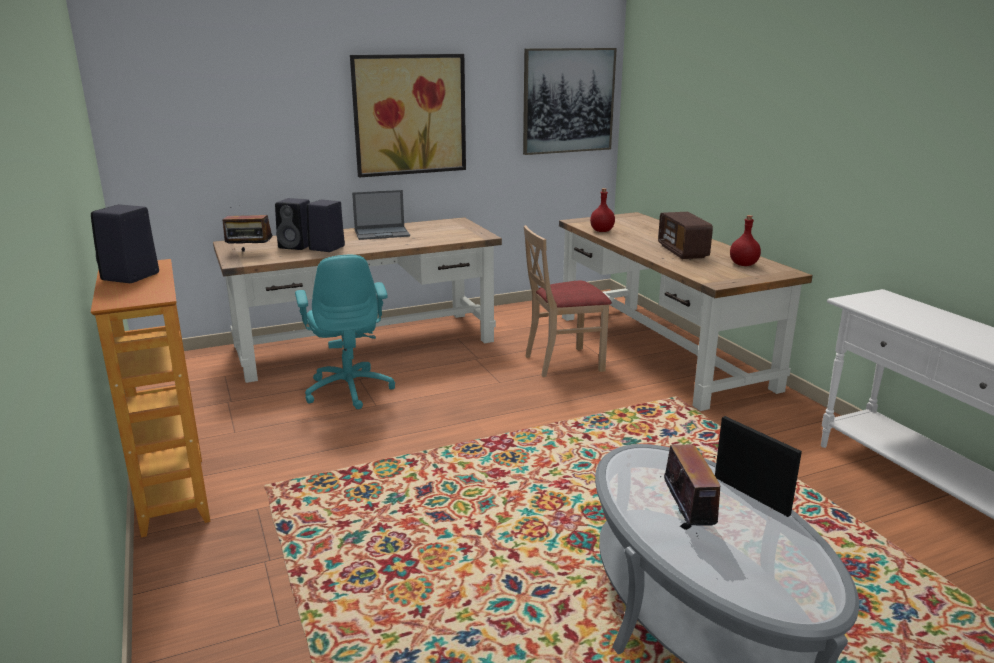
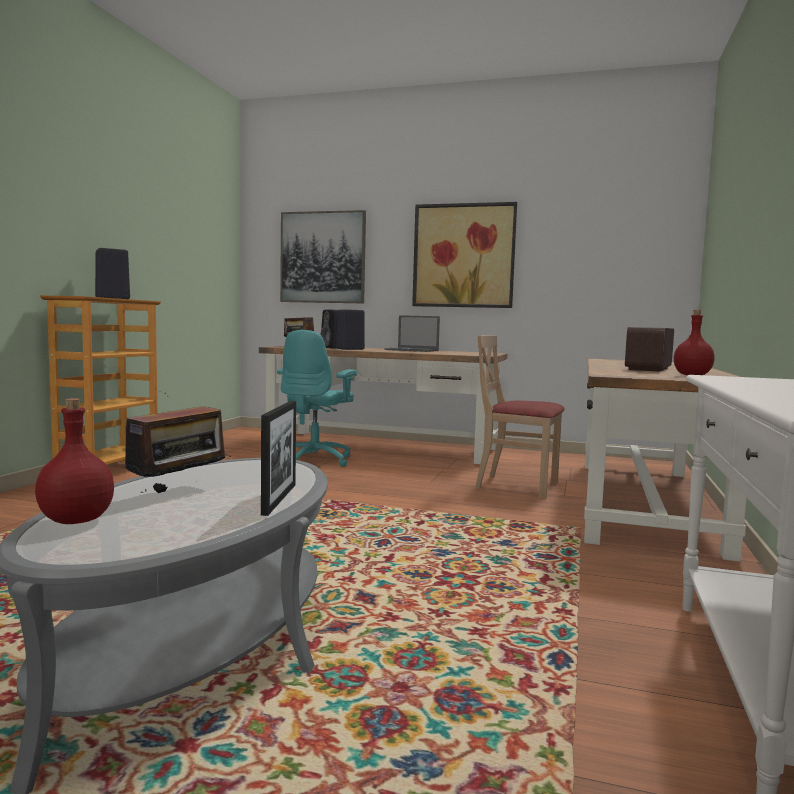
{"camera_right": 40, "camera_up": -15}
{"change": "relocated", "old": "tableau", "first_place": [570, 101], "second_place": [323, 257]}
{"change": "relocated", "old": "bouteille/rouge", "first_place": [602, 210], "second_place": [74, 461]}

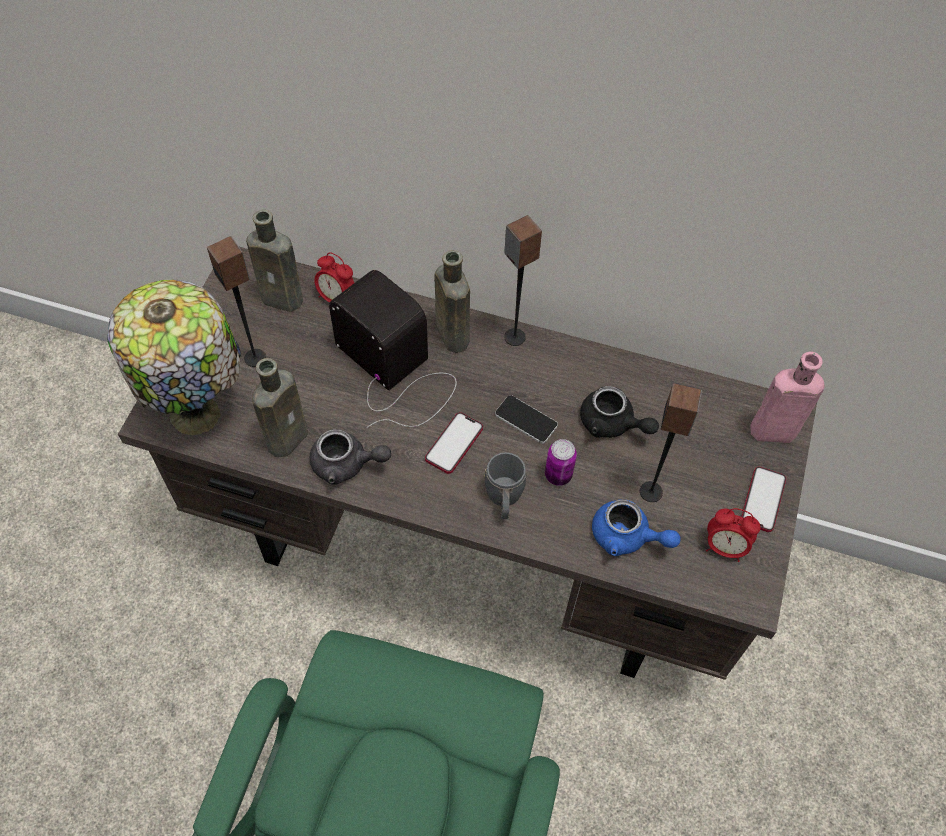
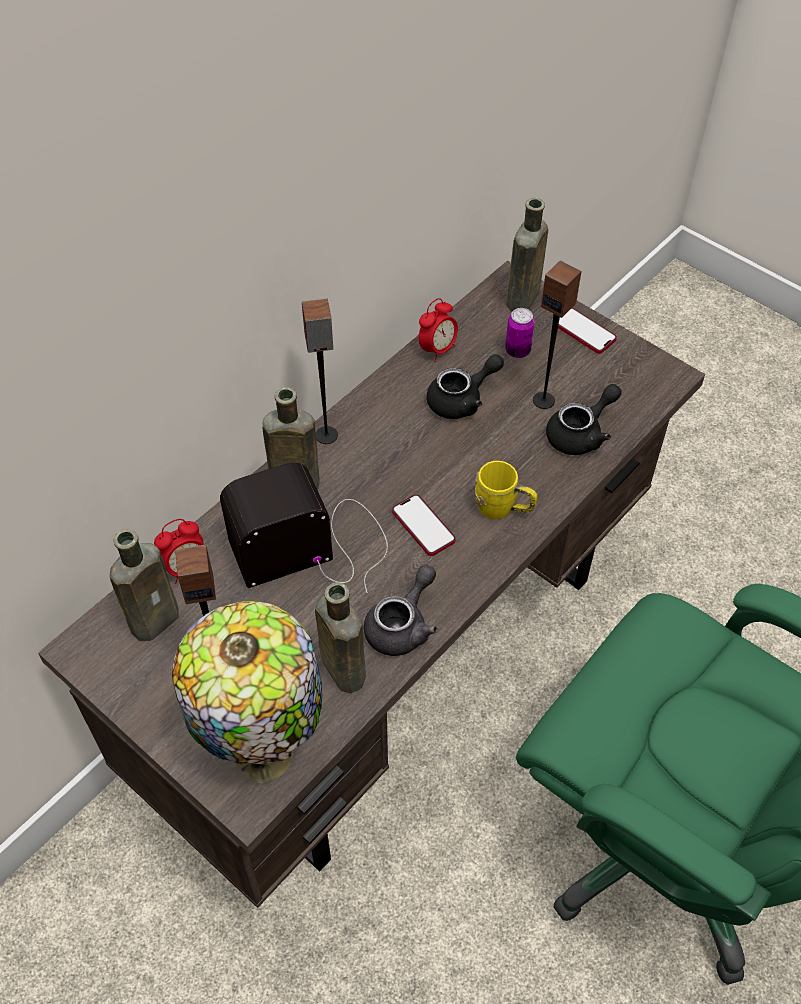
{"camera_right": -65, "camera_up": -5}
{"change": "missing", "old": "téléphone", "first_place": [526, 419]}
{"change": "relocated", "old": "boîte métallique", "first_place": [561, 462], "second_place": [520, 333]}
{"change": "relocated", "old": "réveil", "first_place": [733, 535], "second_place": [438, 330]}
{"change": "colour", "old": "mug/gris", "new": "mug/jaune", "first_place": [505, 485], "second_place": [506, 490]}
{"change": "colour", "old": "théière/bleu", "new": "théière/noir", "first_place": [636, 527], "second_place": [584, 419]}
{"change": "colour", "old": "bouteille/rose", "new": "bouteille/marron", "first_place": [787, 397], "second_place": [527, 254]}

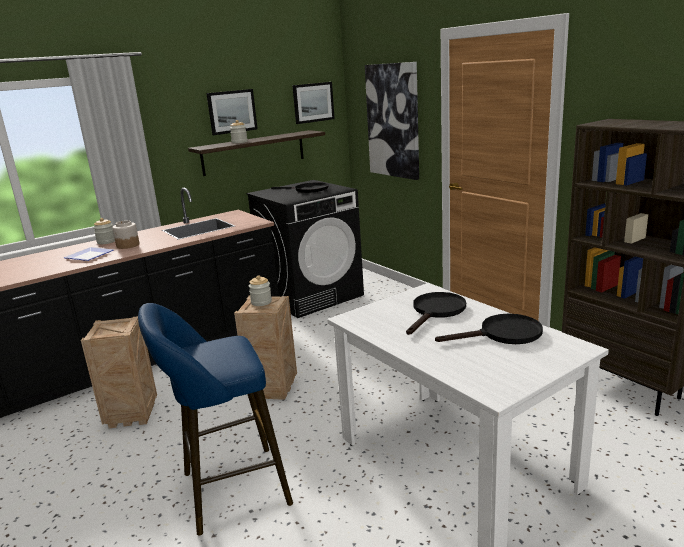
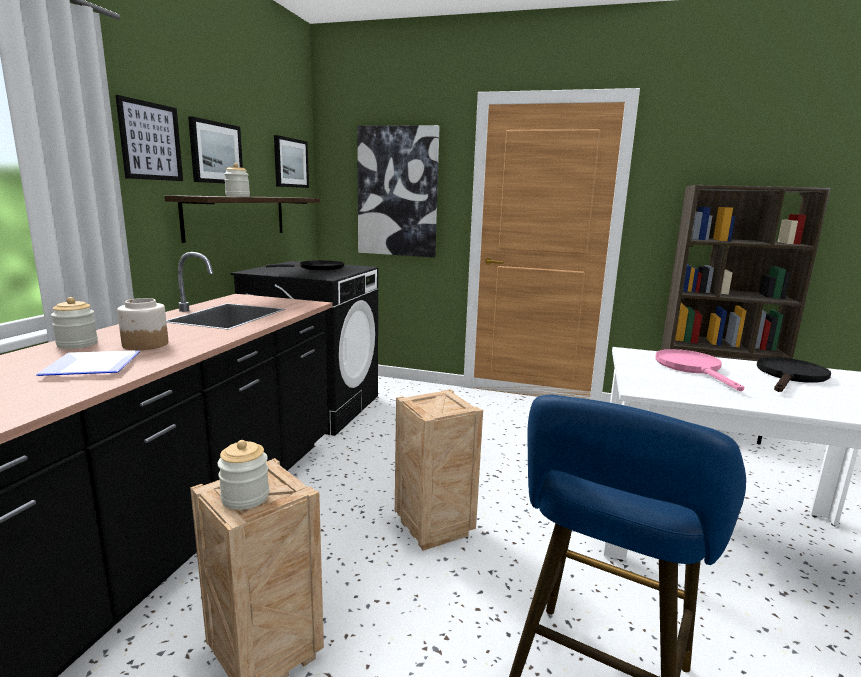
{"camera_right": -40, "camera_up": -5}
{"change": "appeared", "new": "tableau", "second_place": [149, 138]}
{"change": "relocated", "old": "bocal", "first_place": [260, 290], "second_place": [243, 475]}
{"change": "colour", "old": "poêle/noir", "new": "poêle/rose", "first_place": [436, 313], "second_place": [699, 370]}

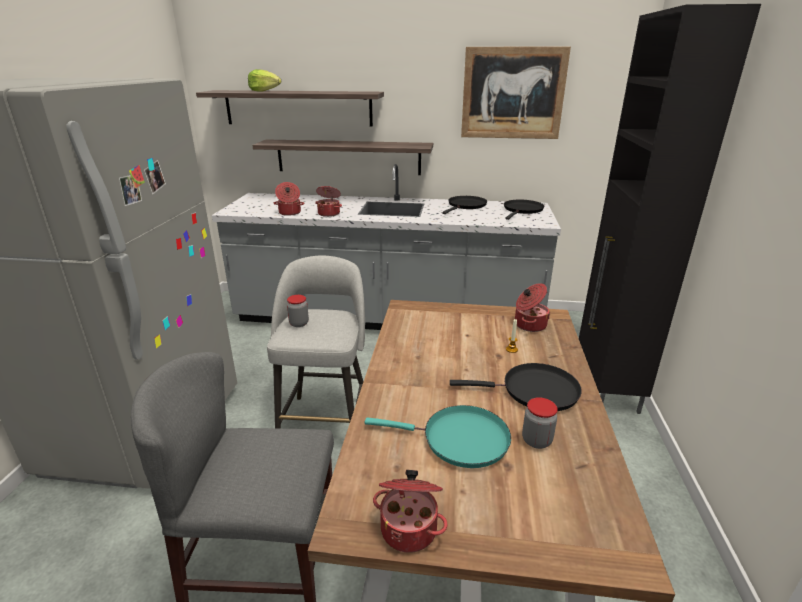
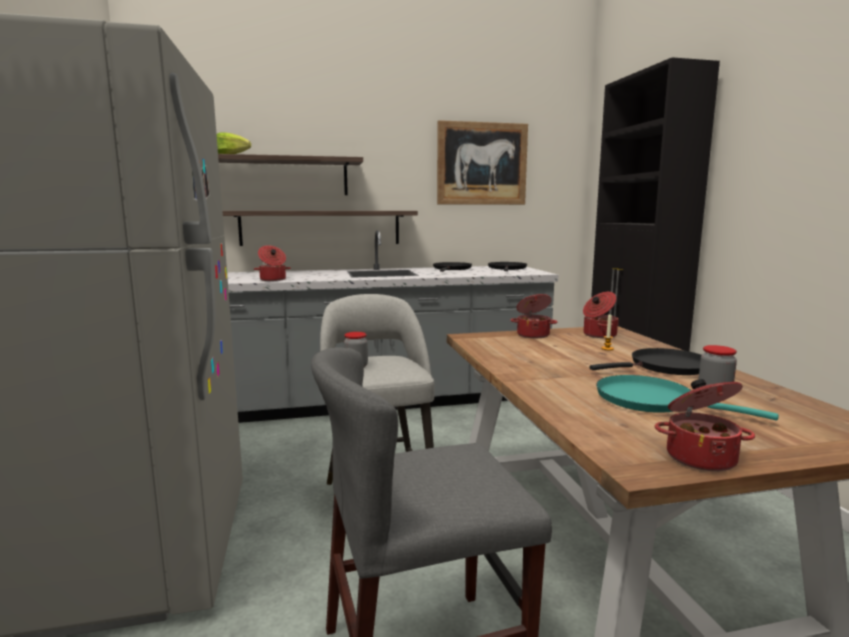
{"camera_right": -20, "camera_up": -15}
{"change": "relocated", "old": "marmite", "first_place": [328, 201], "second_place": [534, 316]}
{"change": "spun", "old": "poêle/turquoise", "first_place": [438, 436], "second_place": [687, 397], "degrees": -135}

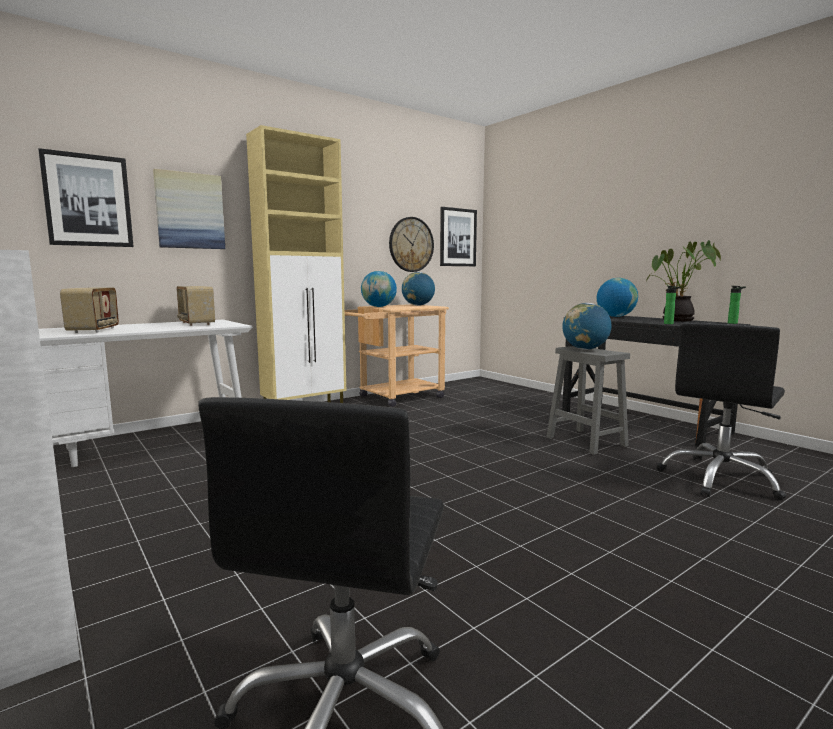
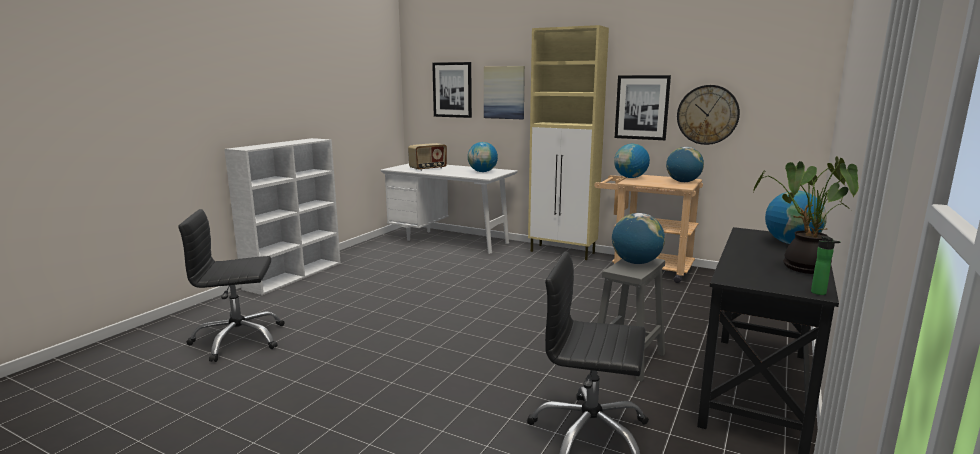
{"camera_right": 65, "camera_up": 5}
{"change": "missing", "old": "bouteille", "first_place": [672, 305]}
{"change": "relocated", "old": "tableau", "first_place": [458, 236], "second_place": [643, 107]}
{"change": "exchanged", "old": "radio", "new": "globe", "first_place": [196, 306], "second_place": [483, 157]}

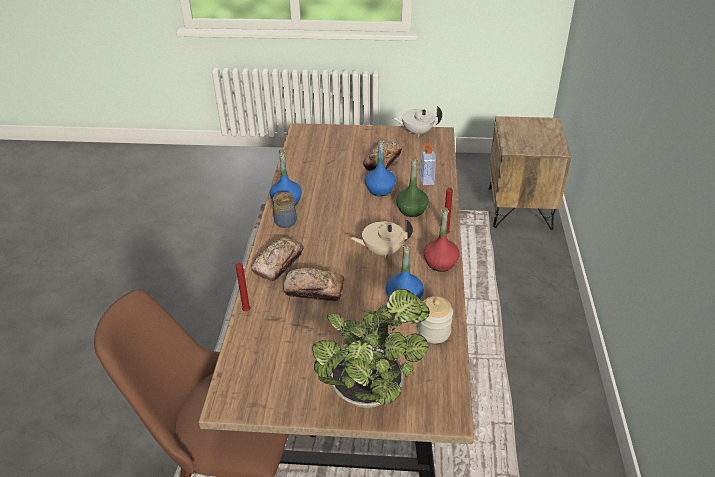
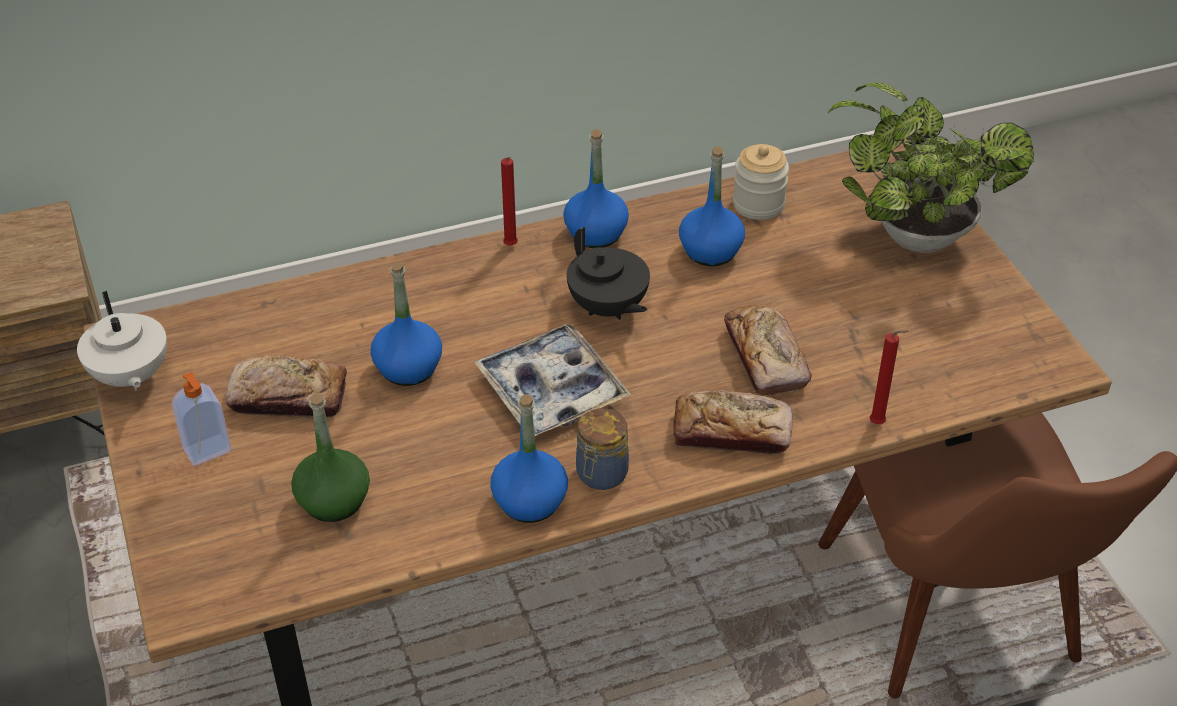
{"camera_right": -115, "camera_up": 5}
{"change": "appeared", "new": "plateau", "second_place": [552, 380]}
{"change": "relocated", "old": "bouteille/vert", "first_place": [412, 187], "second_place": [330, 457]}
{"change": "relocated", "old": "distributeur de savon", "first_place": [428, 164], "second_place": [201, 419]}
{"change": "colour", "old": "théière/beige", "new": "théière/noir", "first_place": [381, 238], "second_place": [608, 273]}
{"change": "colour", "old": "bouteille/rouge", "new": "bouteille/bleu", "first_place": [442, 240], "second_place": [596, 188]}

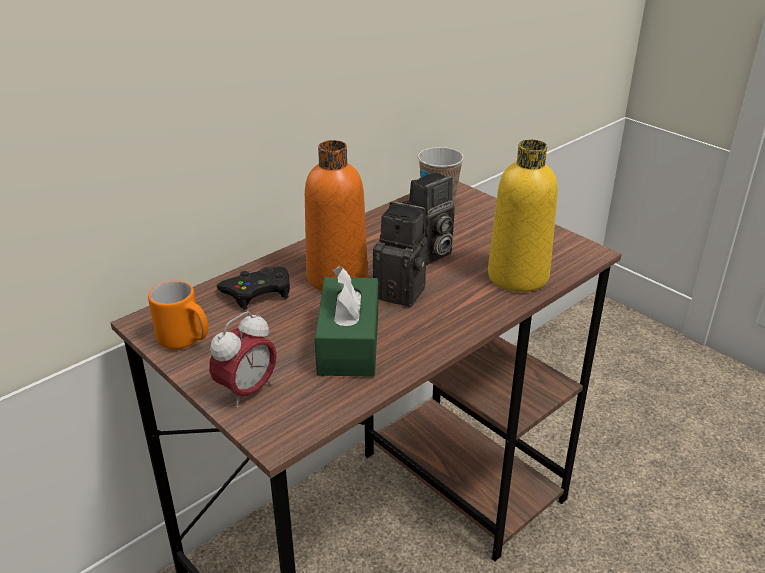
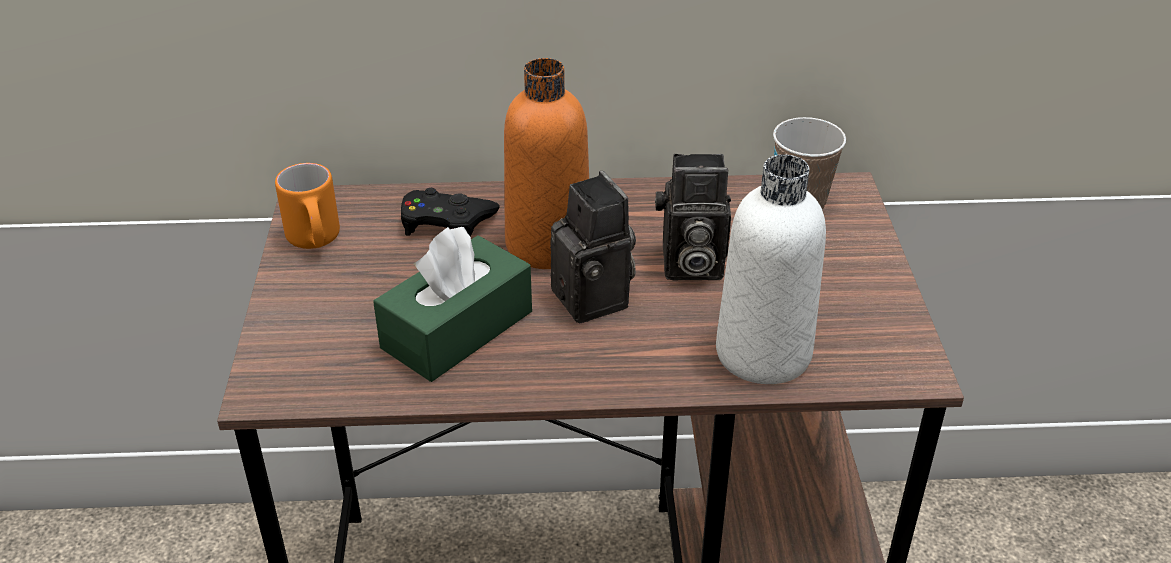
{"camera_right": 40, "camera_up": 5}
{"change": "missing", "old": "réveil", "first_place": [243, 359]}
{"change": "colour", "old": "bouteille/jaune", "new": "bouteille/blanc", "first_place": [523, 216], "second_place": [771, 269]}

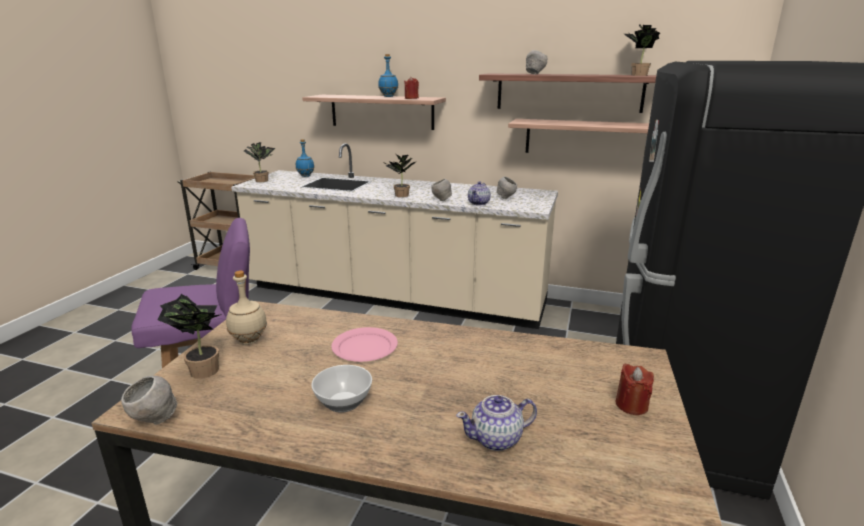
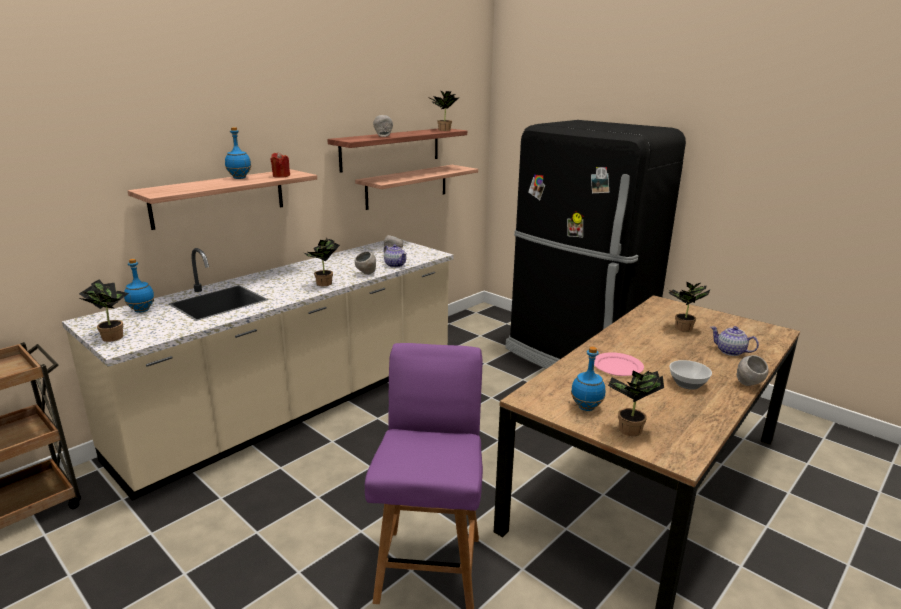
{"camera_right": -65, "camera_up": 0}
{"change": "missing", "old": "bougie/rouge", "first_place": [635, 389]}
{"change": "appeared", "new": "plante en pot", "second_place": [689, 306]}
{"change": "relocated", "old": "bol/gris", "first_place": [149, 400], "second_place": [753, 370]}
{"change": "colour", "old": "bouteille/beige", "new": "bouteille/bleu", "first_place": [246, 308], "second_place": [588, 379]}
{"change": "spun", "old": "théière", "first_place": [496, 423], "second_place": [734, 341], "degrees": 120}

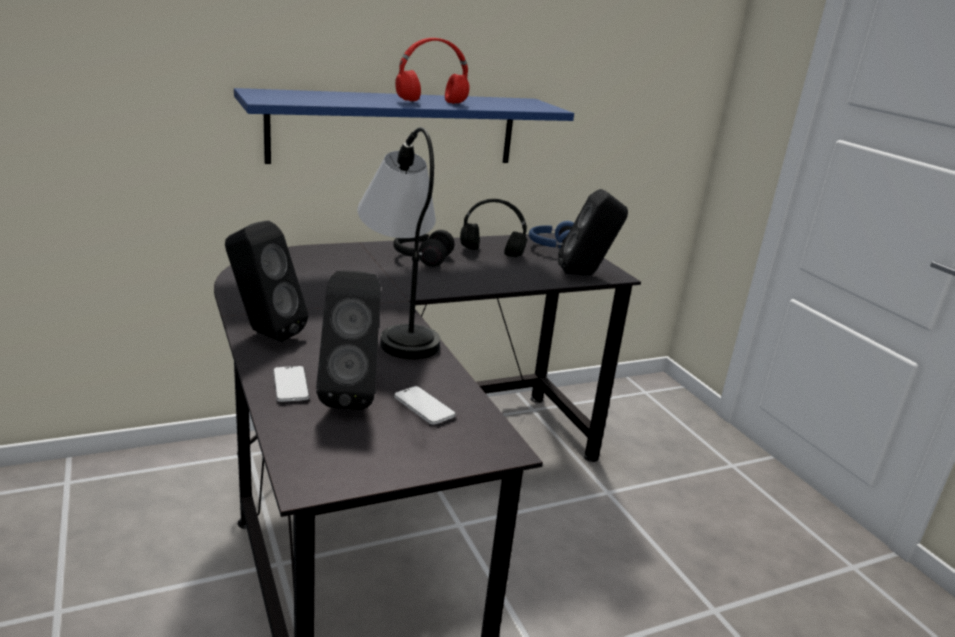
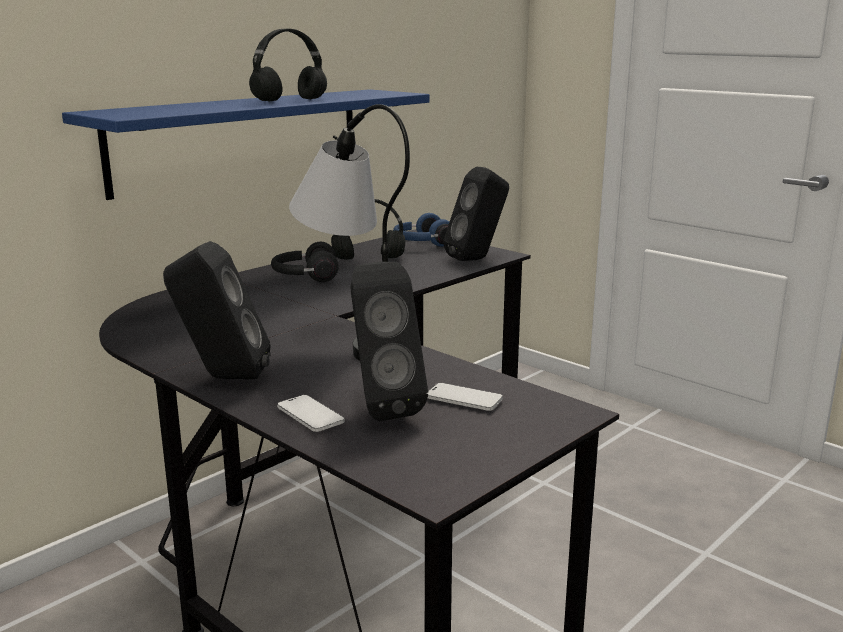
{"camera_right": -20, "camera_up": -5}
{"change": "colour", "old": "casque audio/rouge", "new": "casque audio/noir", "first_place": [432, 71], "second_place": [288, 65]}

